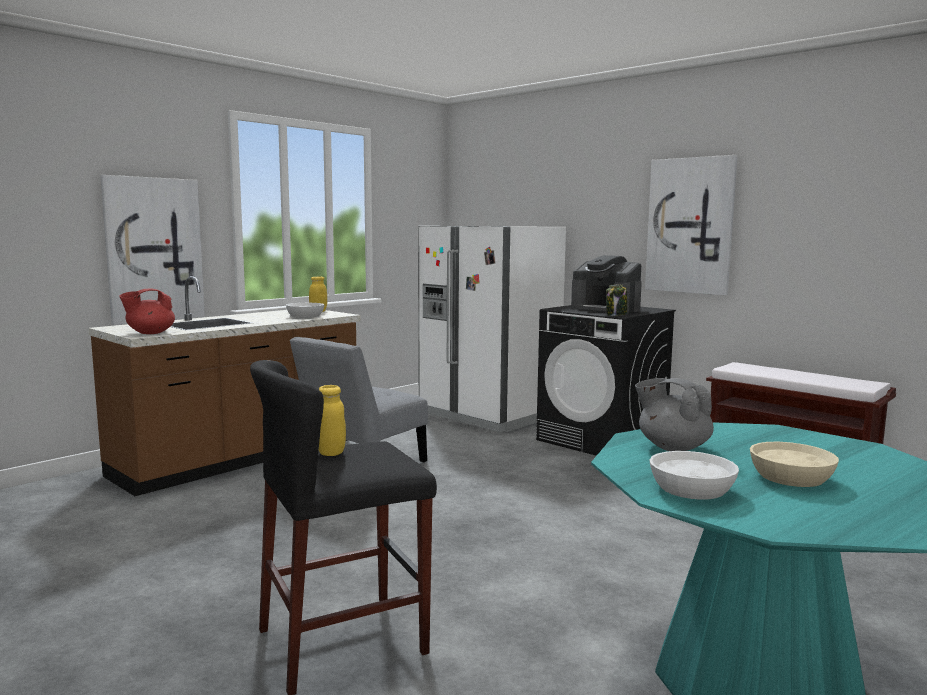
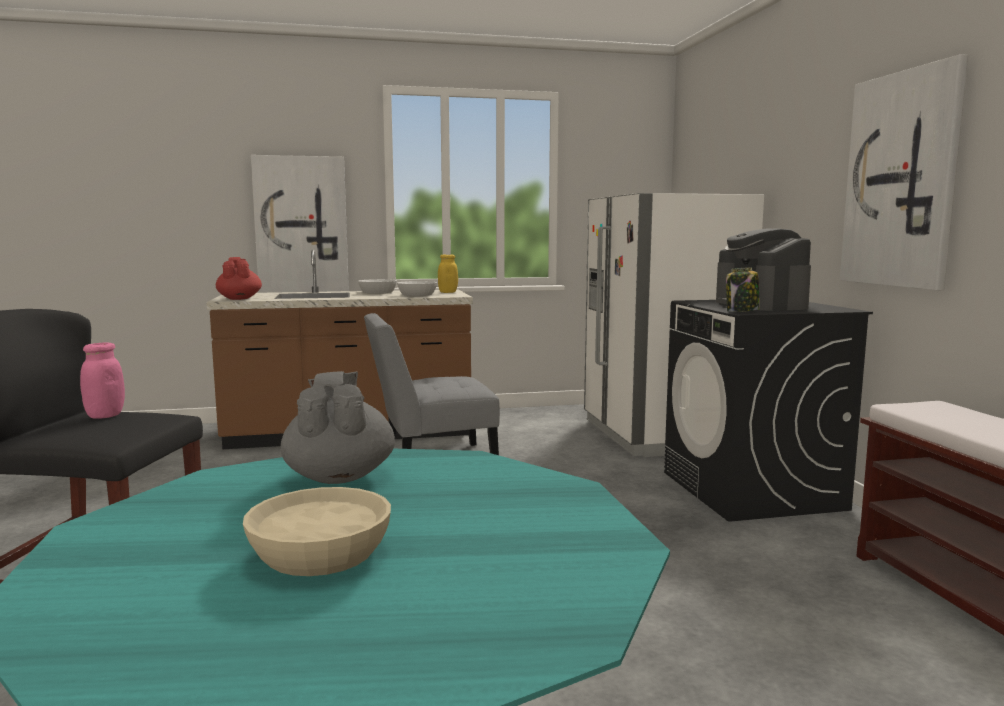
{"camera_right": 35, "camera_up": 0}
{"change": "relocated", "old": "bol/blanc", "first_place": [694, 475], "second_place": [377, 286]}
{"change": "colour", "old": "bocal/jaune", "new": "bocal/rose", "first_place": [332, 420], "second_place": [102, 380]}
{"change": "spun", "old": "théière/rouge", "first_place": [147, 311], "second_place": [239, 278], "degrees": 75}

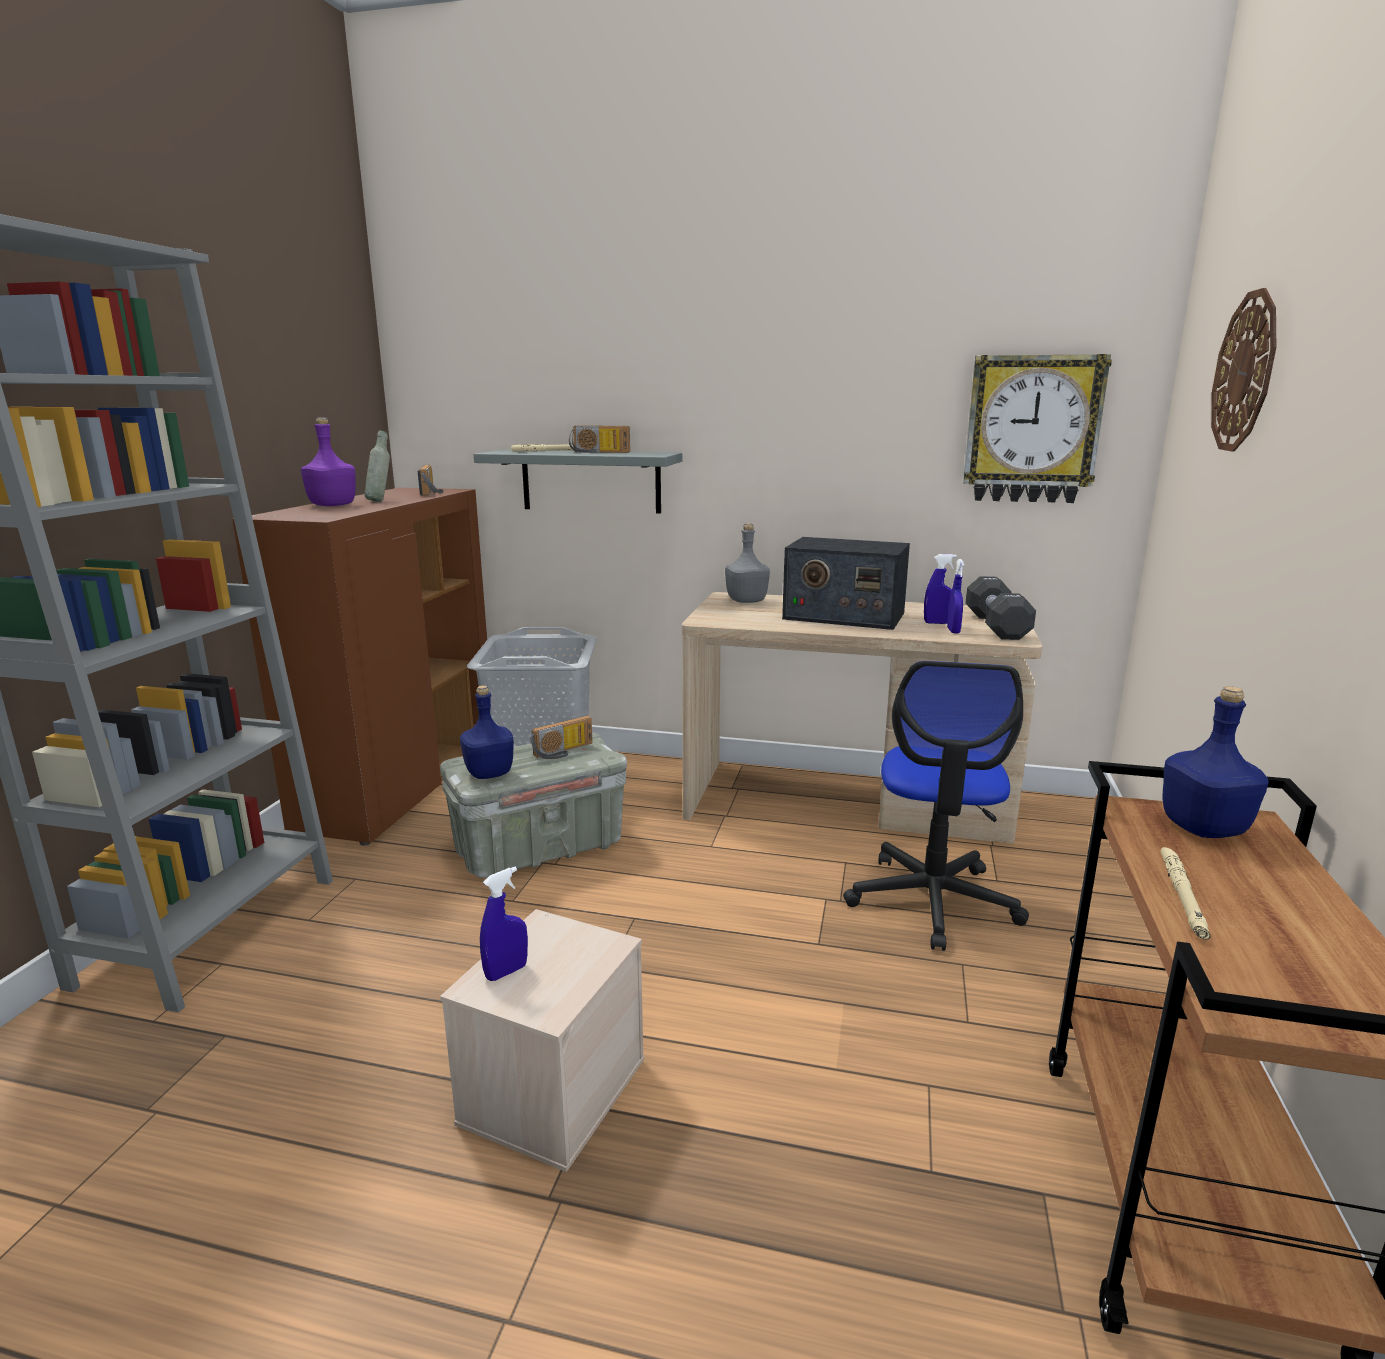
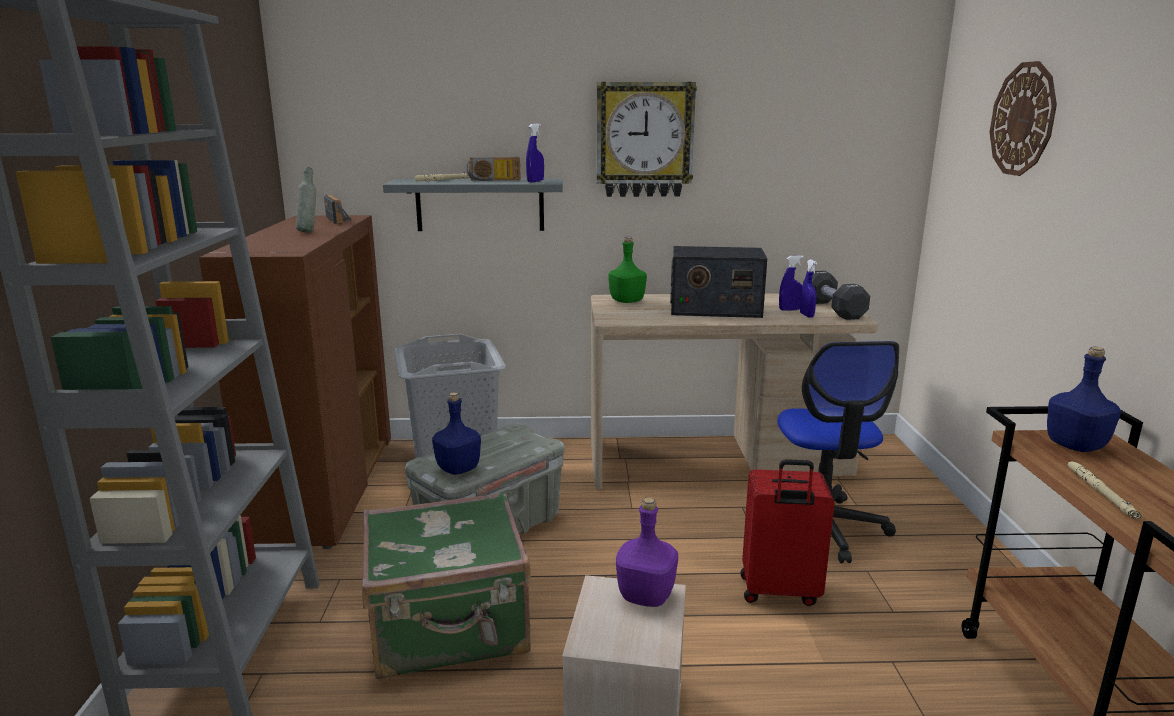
{"camera_right": -15, "camera_up": 0}
{"change": "missing", "old": "radio", "first_place": [561, 737]}
{"change": "appeared", "new": "valise/vert", "second_place": [446, 585]}
{"change": "appeared", "new": "valise/rouge", "second_place": [787, 532]}
{"change": "relocated", "old": "bouteille/violet", "first_place": [328, 461], "second_place": [647, 552]}
{"change": "relocated", "old": "vaporisateur/bleu", "first_place": [504, 924], "second_place": [535, 152]}
{"change": "relocated", "old": "horloge murale", "first_place": [1037, 428], "second_place": [646, 139]}
{"change": "colour", "old": "bouteille/gris", "new": "bouteille/vert", "first_place": [747, 563], "second_place": [627, 270]}

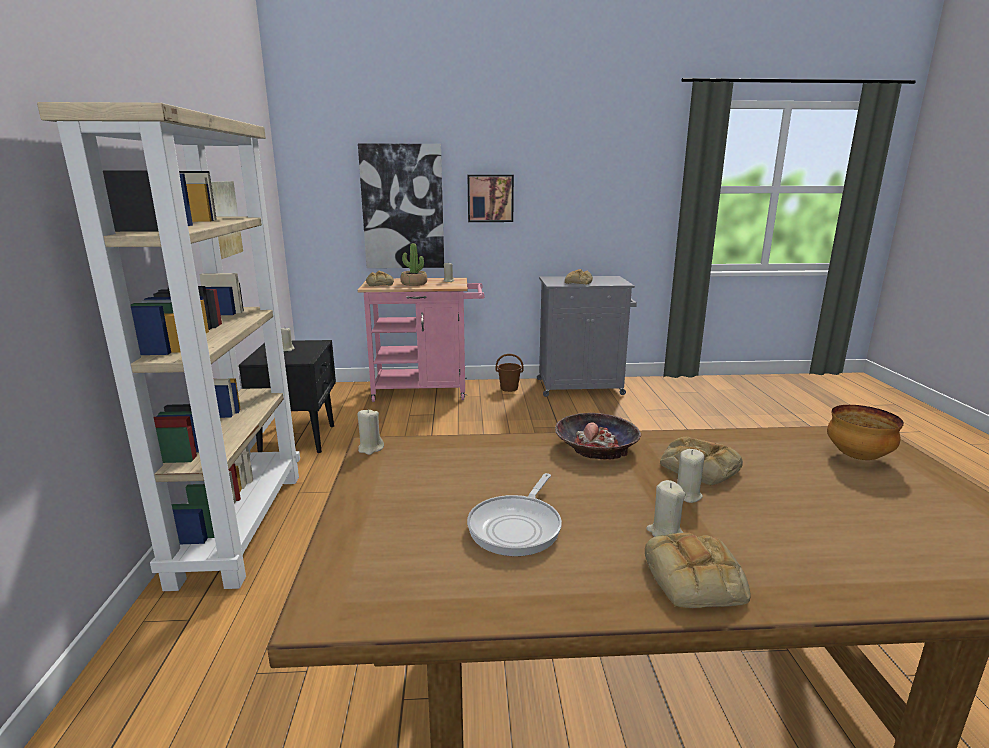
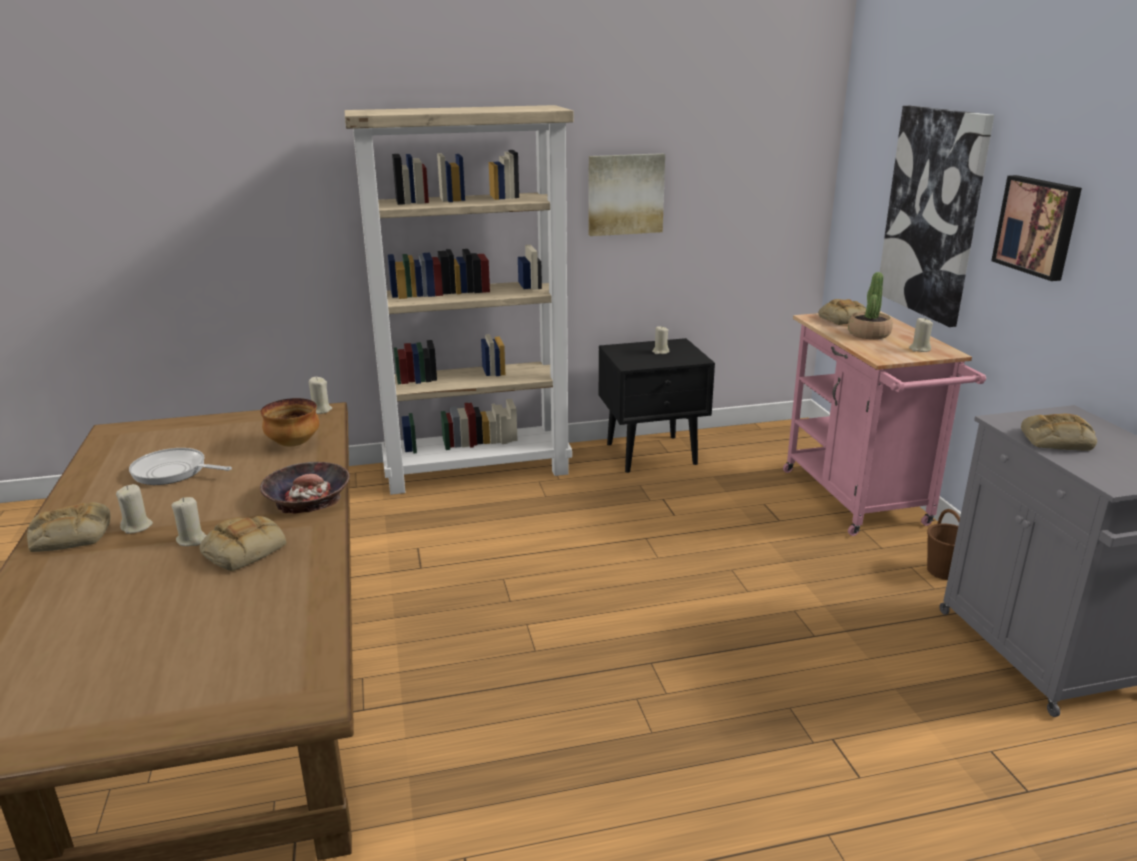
{"camera_right": 80, "camera_up": 5}
{"change": "relocated", "old": "bol", "first_place": [865, 432], "second_place": [290, 422]}

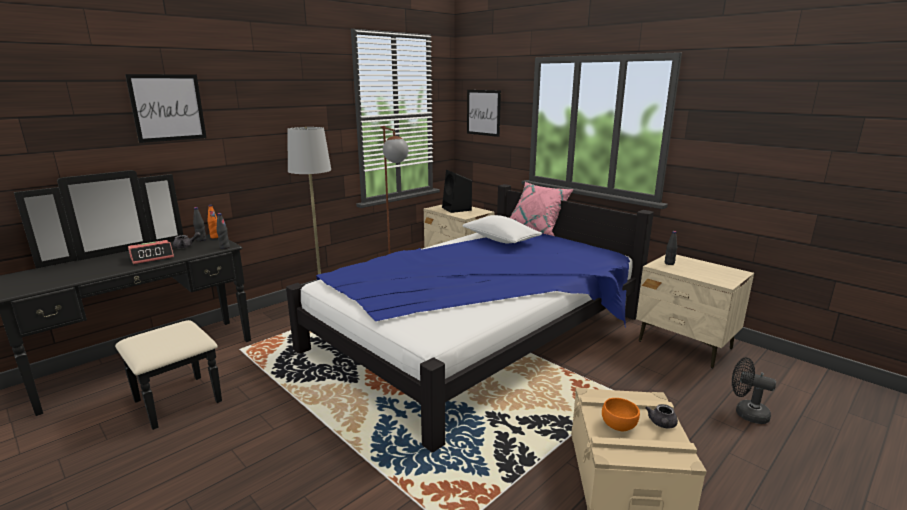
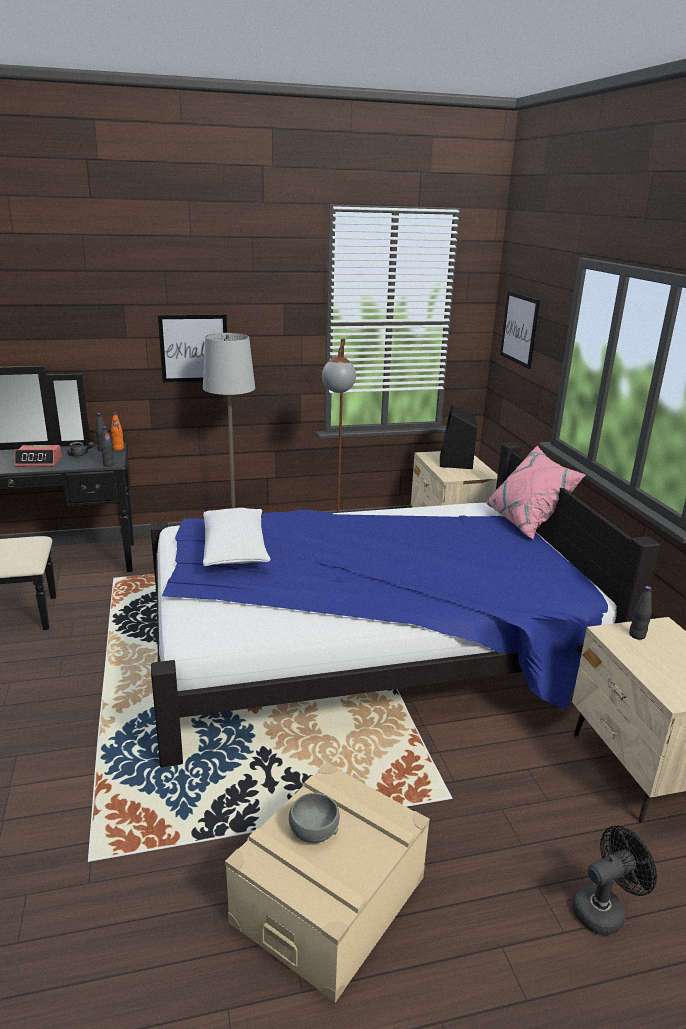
{"camera_right": 30, "camera_up": 5}
{"change": "missing", "old": "théière/gris", "first_place": [661, 416]}
{"change": "relocated", "old": "tableau", "first_place": [166, 108], "second_place": [192, 348]}
{"change": "relocated", "old": "coussin/blanc", "first_place": [502, 229], "second_place": [237, 537]}
{"change": "colour", "old": "bol/orange", "new": "bol/gris", "first_place": [621, 414], "second_place": [314, 818]}
{"change": "spun", "old": "ventilateur/noir", "first_place": [754, 390], "second_place": [614, 881], "degrees": 90}

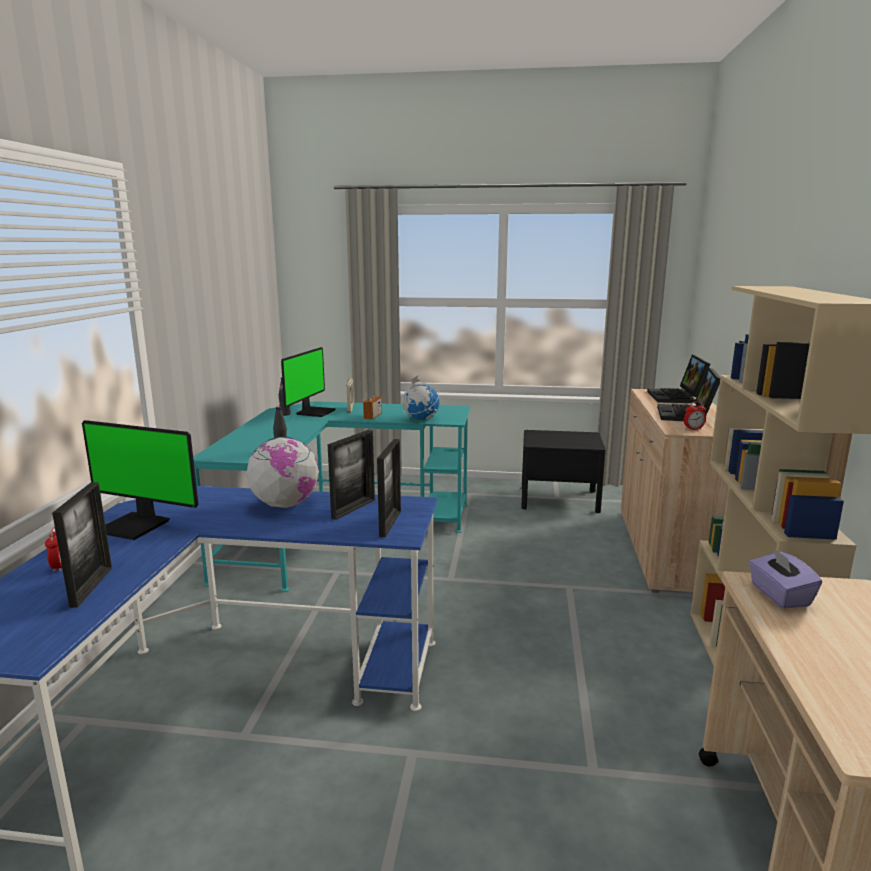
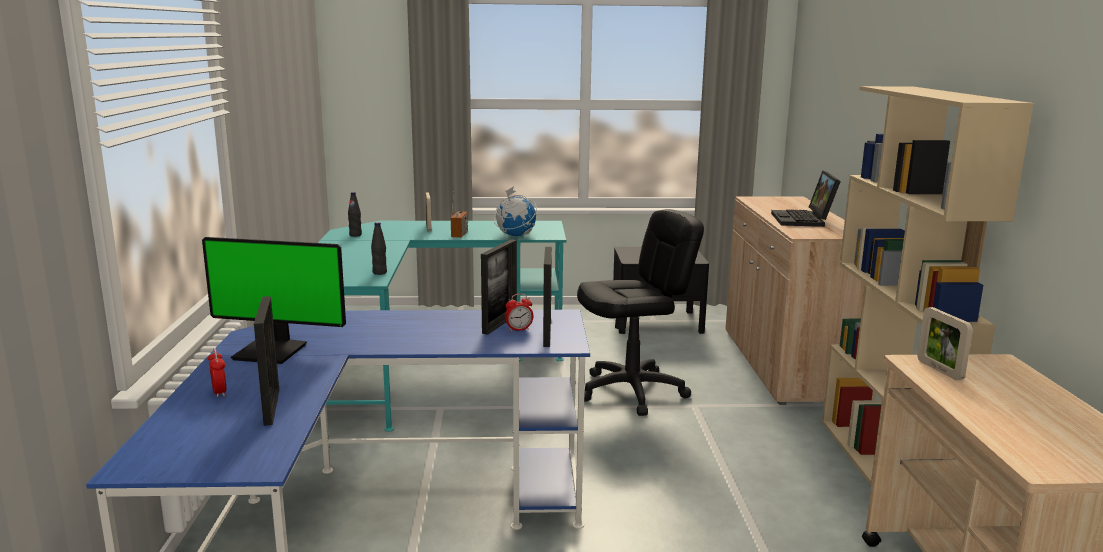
{"camera_right": -10, "camera_up": 0}
{"change": "missing", "old": "globe", "first_place": [283, 472]}
{"change": "missing", "old": "écran d'ordinateur", "first_place": [308, 382]}
{"change": "missing", "old": "ordinateur portable", "first_place": [678, 379]}
{"change": "appeared", "new": "chaise de bureau/noir", "second_place": [640, 312]}
{"change": "relocated", "old": "réveil", "first_place": [695, 415], "second_place": [519, 313]}
{"change": "exchanged", "old": "boîte à mouchoirs/violet", "new": "cadre photo", "first_place": [785, 578], "second_place": [945, 343]}

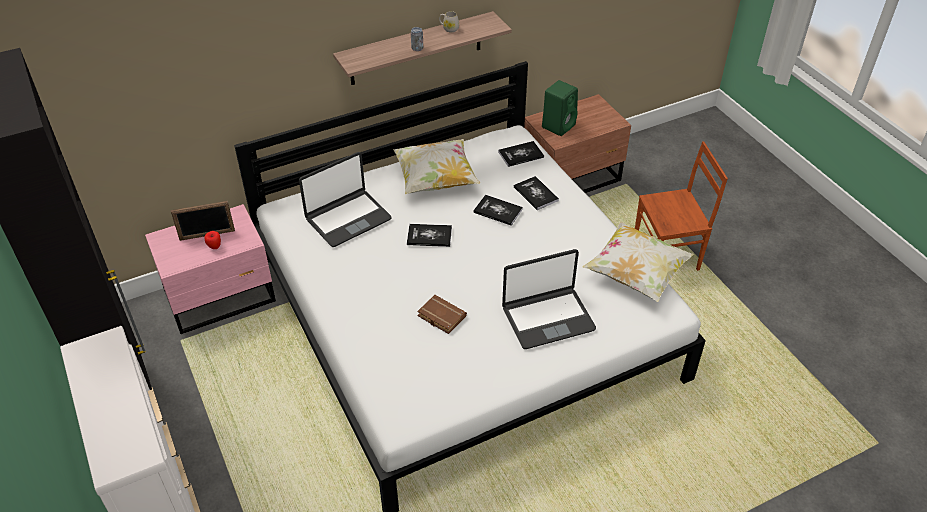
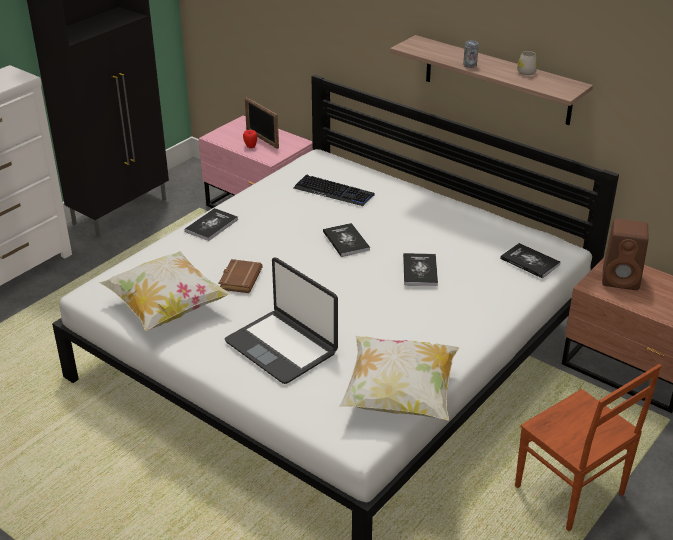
{"camera_right": 65, "camera_up": -10}
{"change": "relocated", "old": "coussin", "first_place": [436, 166], "second_place": [165, 291]}
{"change": "relocated", "old": "livre", "first_place": [536, 193], "second_place": [211, 224]}
{"change": "exchanged", "old": "ordinateur portable", "new": "clavier", "first_place": [345, 199], "second_place": [334, 190]}
{"change": "colour", "old": "enceinte/vert", "new": "enceinte/marron", "first_place": [560, 108], "second_place": [625, 254]}

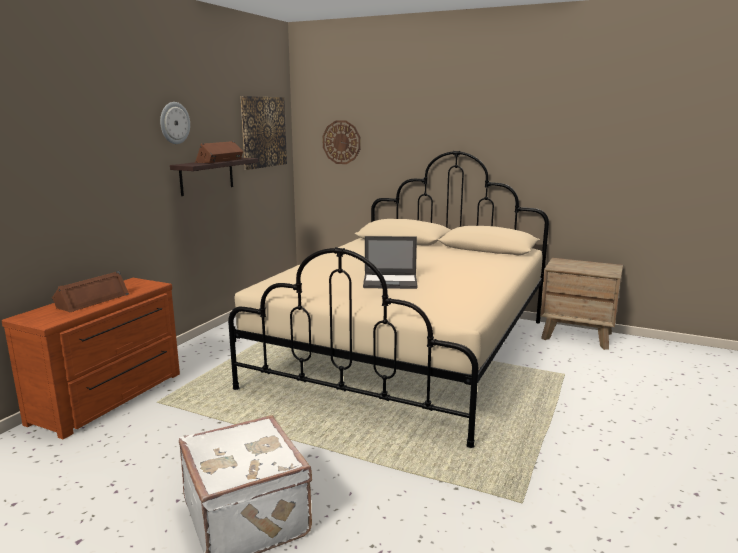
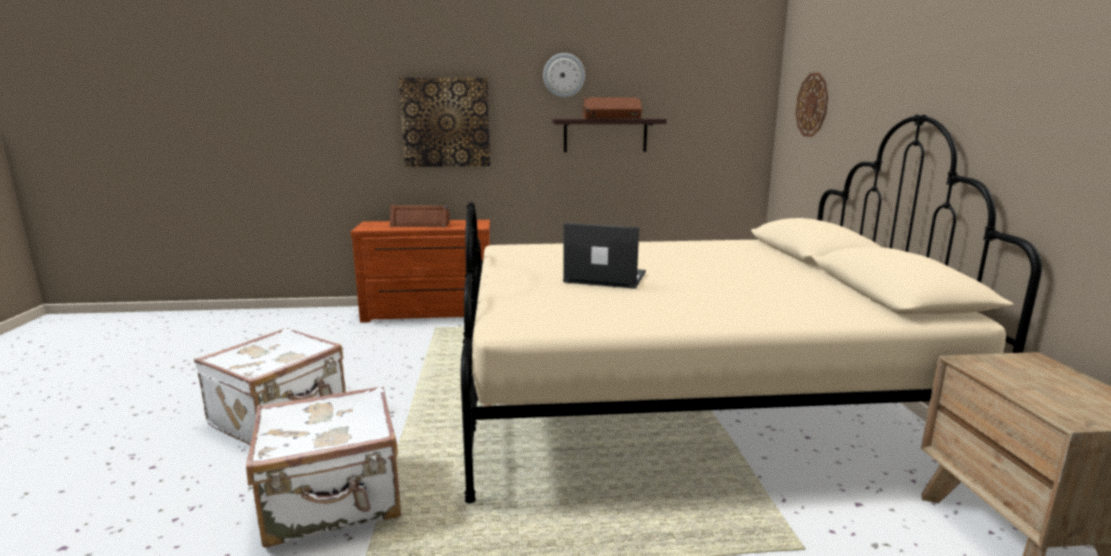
{"camera_right": 60, "camera_up": 0}
{"change": "appeared", "new": "valise/blanc", "second_place": [323, 466]}
{"change": "relocated", "old": "tableau", "first_place": [263, 133], "second_place": [444, 122]}
{"change": "spun", "old": "ordinateur portable", "first_place": [390, 262], "second_place": [604, 256], "degrees": 135}

